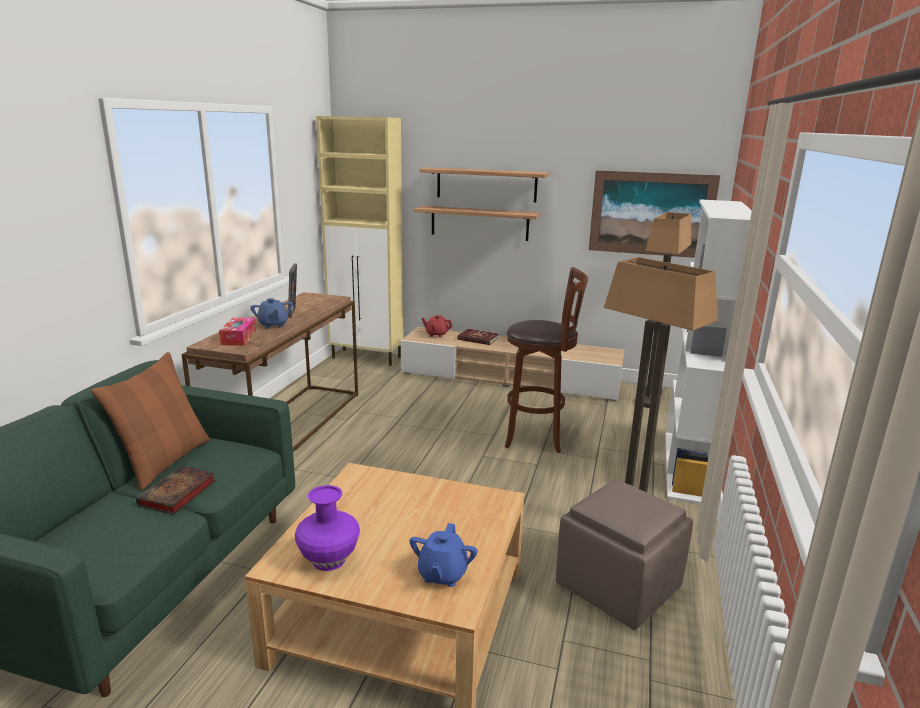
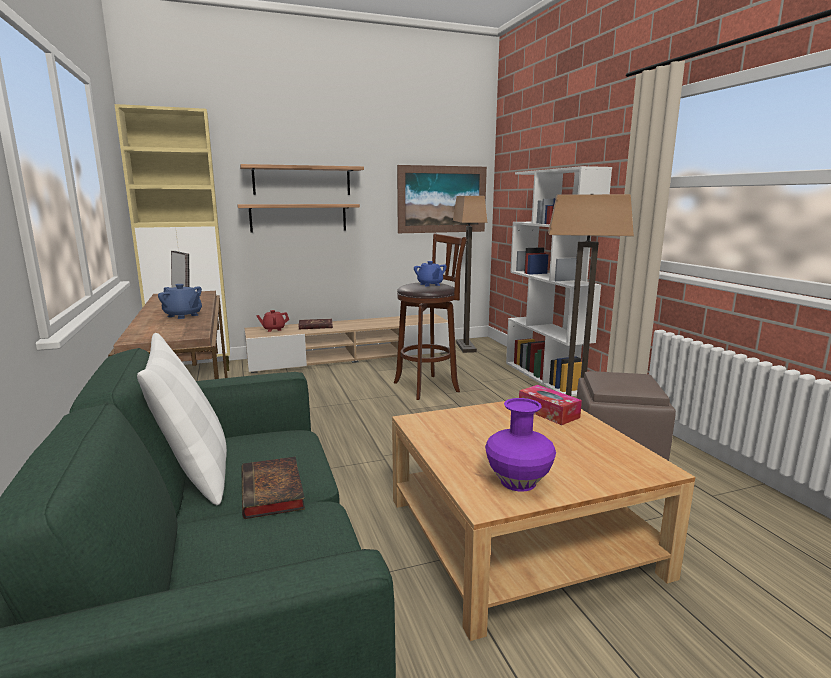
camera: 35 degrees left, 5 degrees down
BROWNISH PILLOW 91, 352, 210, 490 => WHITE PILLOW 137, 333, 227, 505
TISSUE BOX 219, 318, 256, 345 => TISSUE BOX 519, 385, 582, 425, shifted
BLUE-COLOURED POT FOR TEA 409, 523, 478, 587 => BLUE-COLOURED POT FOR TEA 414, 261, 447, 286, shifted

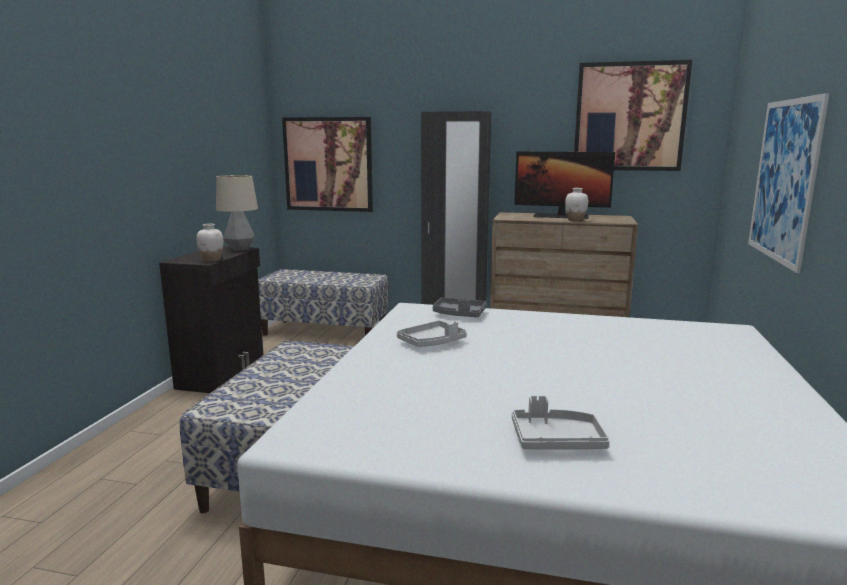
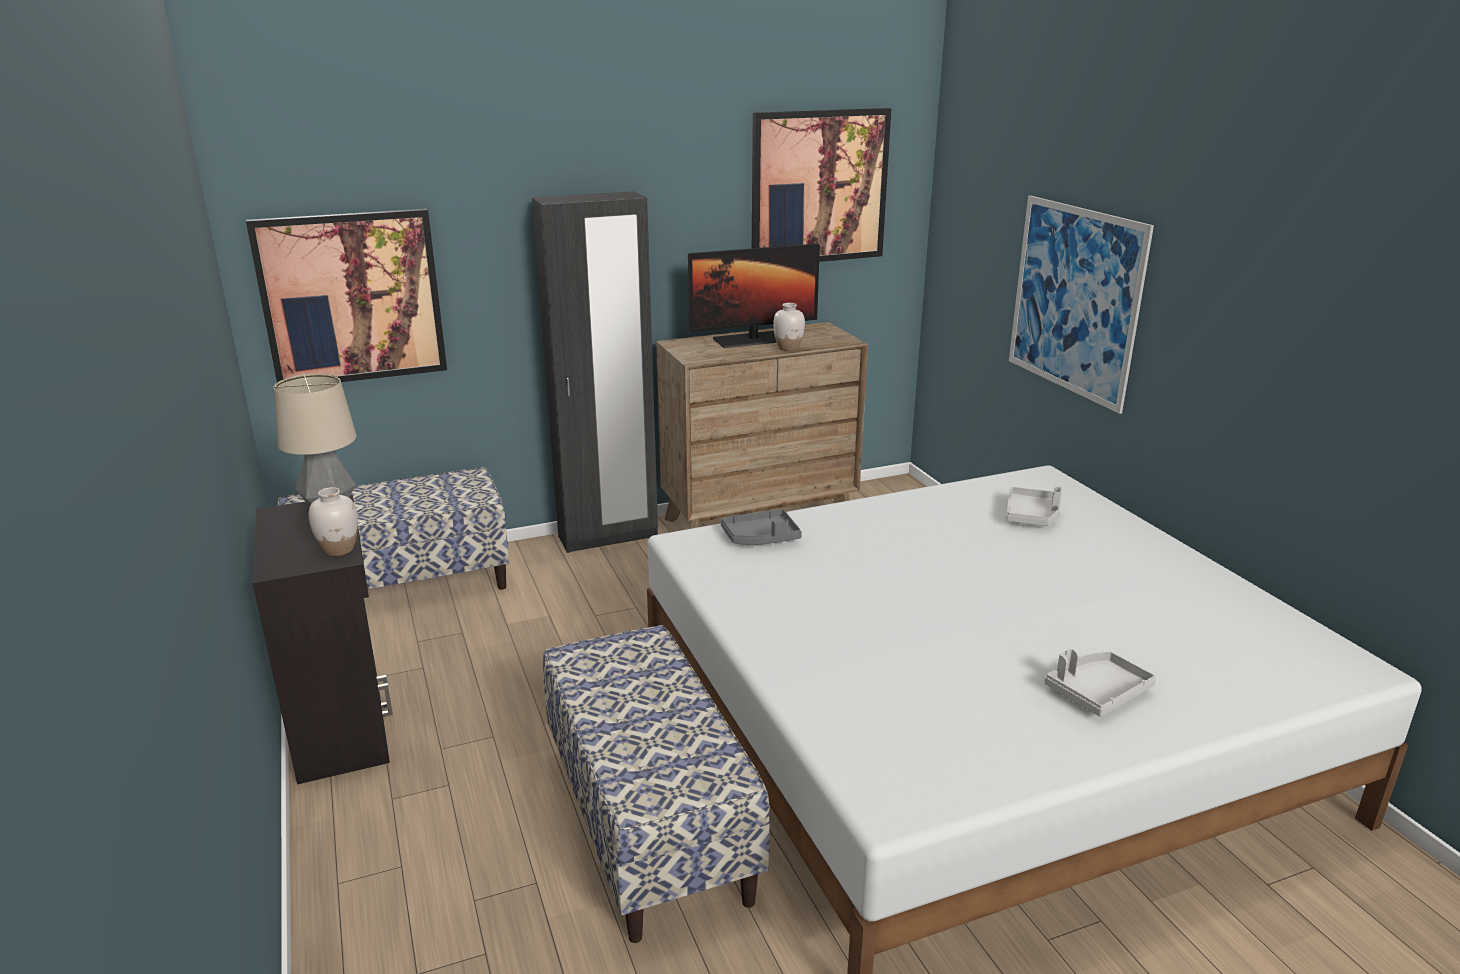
camera: 35 degrees left, 10 degrees up
GREY SERVING TRAY 397, 320, 467, 347 => GREY SERVING TRAY 1006, 486, 1062, 526, shifted

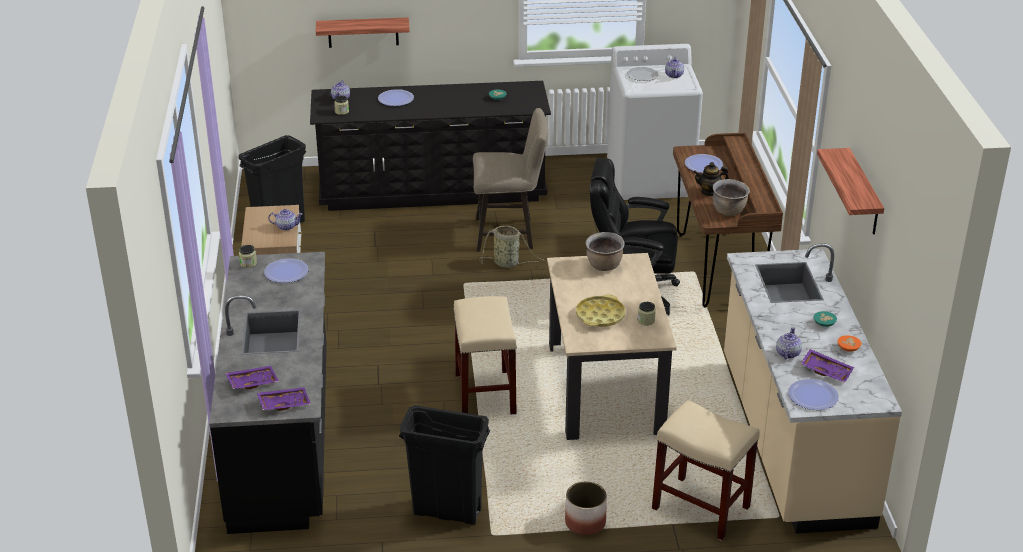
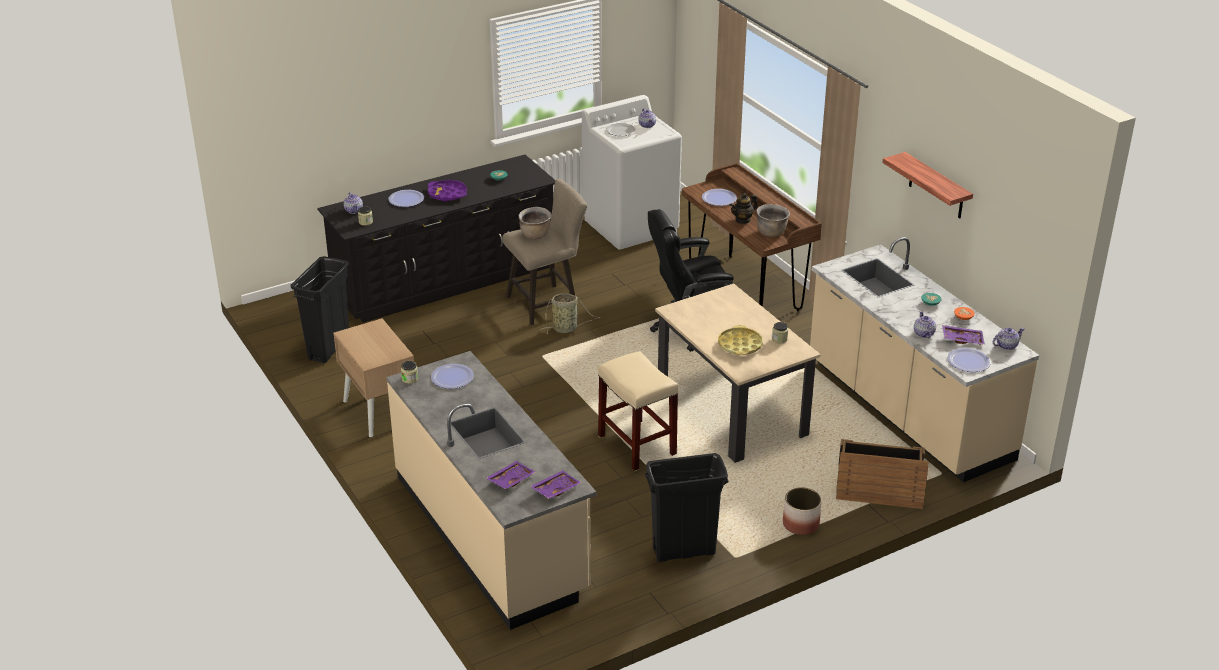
camera: 25 degrees left, 0 degrees up
BLACK-COLOURED KITCHEN BASE UNIT 209, 252, 327, 534 => BEIGE KITCHEN BASE UNIT 386, 351, 597, 630
POT FOR TEA 268, 209, 303, 231 => POT FOR TEA 993, 328, 1024, 350, shifted
BRACKET SHELF 316, 17, 410, 48 => nothing
BROWNISH SAUCEPOT 585, 232, 624, 271 => BROWNISH SAUCEPOT 518, 207, 551, 240, shifted
BEIGE STOOL 652, 400, 760, 541 => SHIPPING CRATE 836, 439, 929, 509
nothing => PURPLISH SERVING TRAY 428, 180, 467, 202

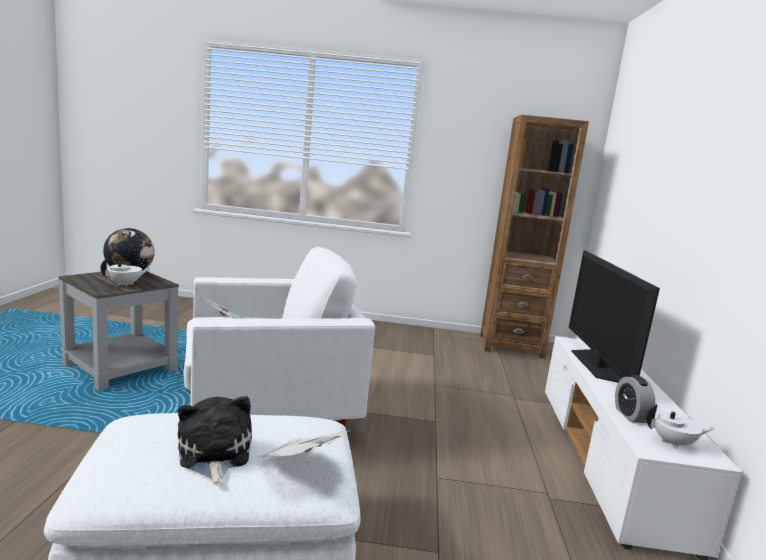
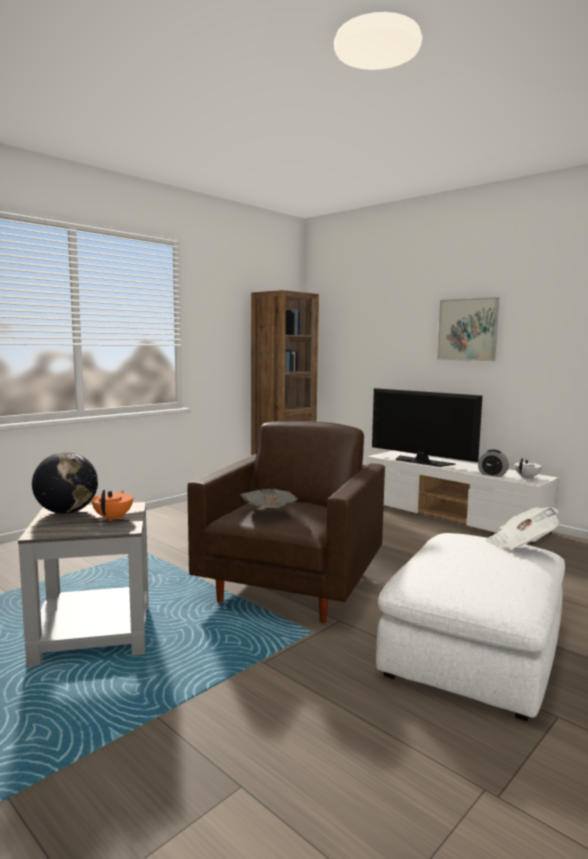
camera: 50 degrees left, 5 degrees down
WHITE POT FOR TEA 100, 259, 150, 287 => ORANGE POT FOR TEA 92, 490, 133, 522
SOFT TOY 178, 396, 252, 486 => nothing
WHITE LOUNGE CHAIR 184, 247, 375, 426 => BROWNISH LOUNGE CHAIR 188, 421, 385, 623
nothing => PICTURE 437, 297, 499, 361

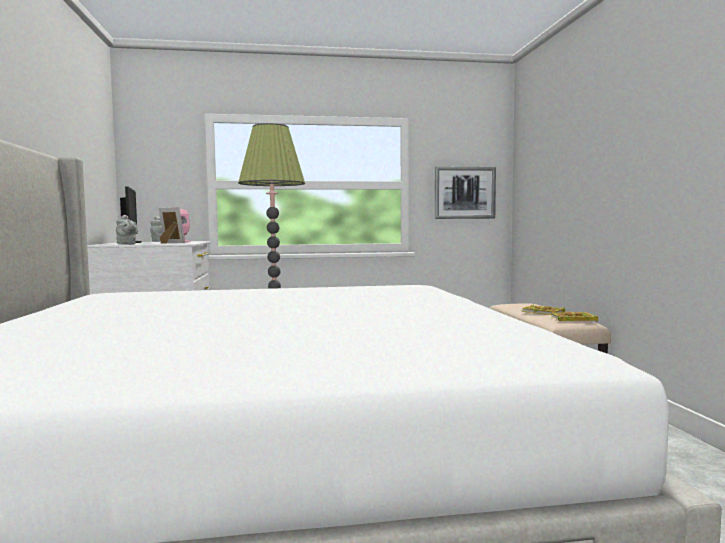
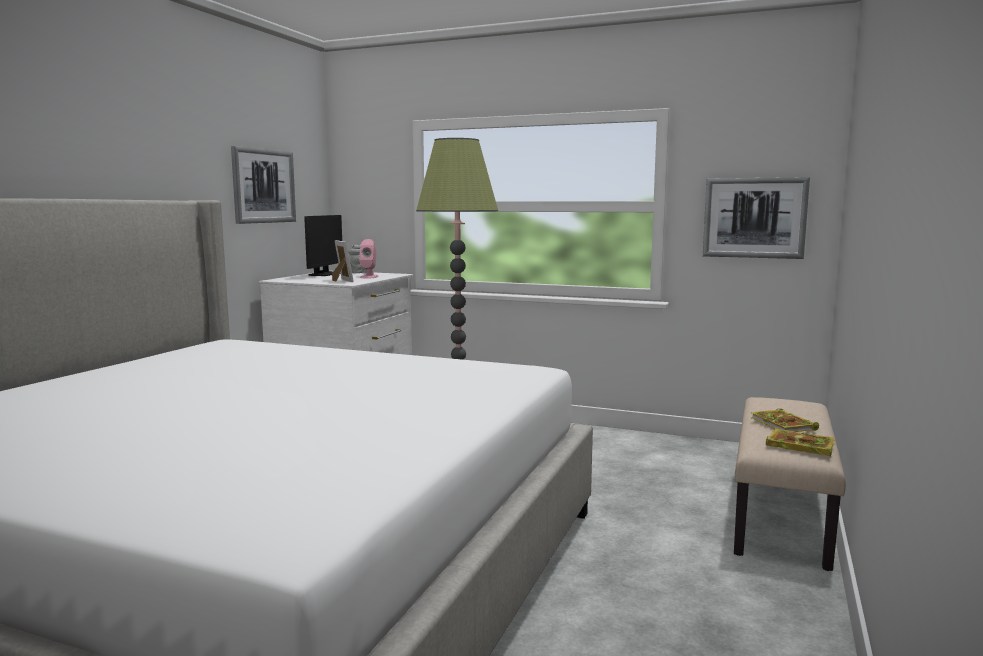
camera: 30 degrees right, 5 degrees up
GREY POT FOR TEA 116, 215, 138, 244 => nothing
nothing => PICTURE 231, 146, 296, 224

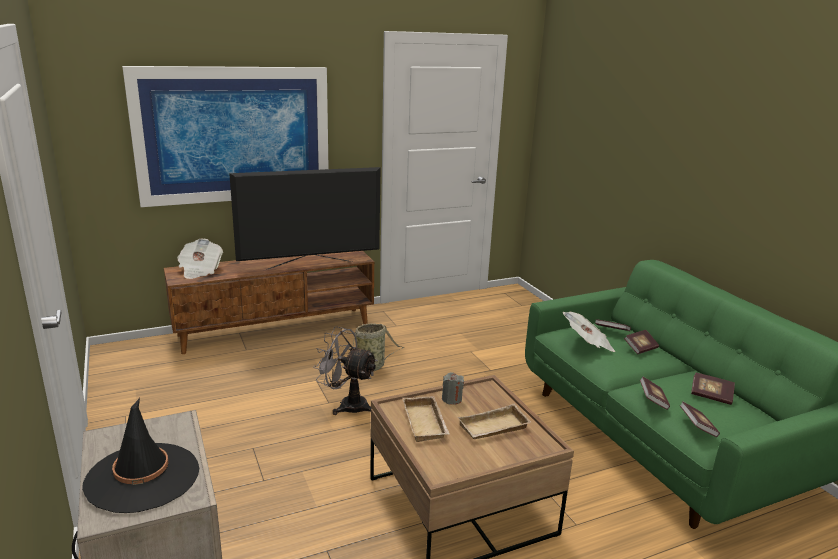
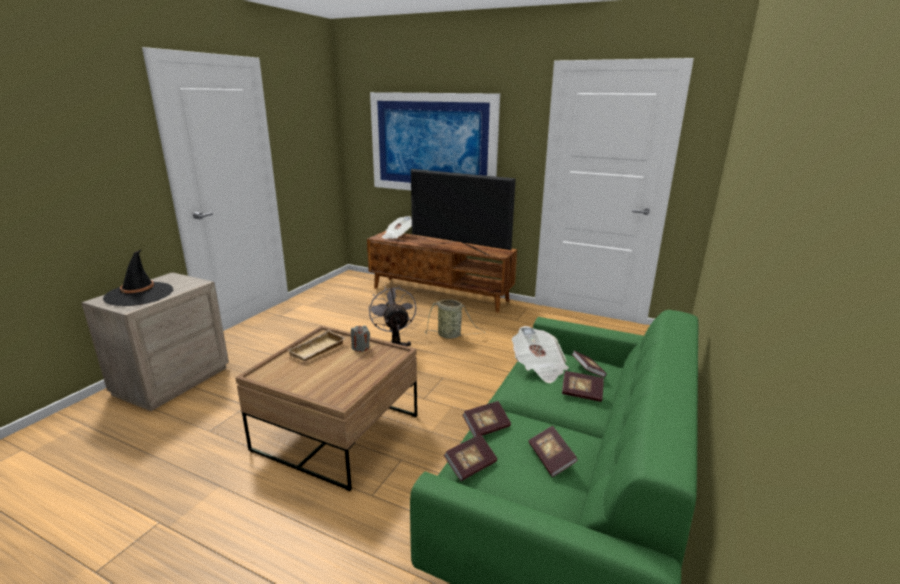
camera: 50 degrees right, 0 degrees up
BEIGE SERVING TRAY 457, 404, 531, 439 => nothing

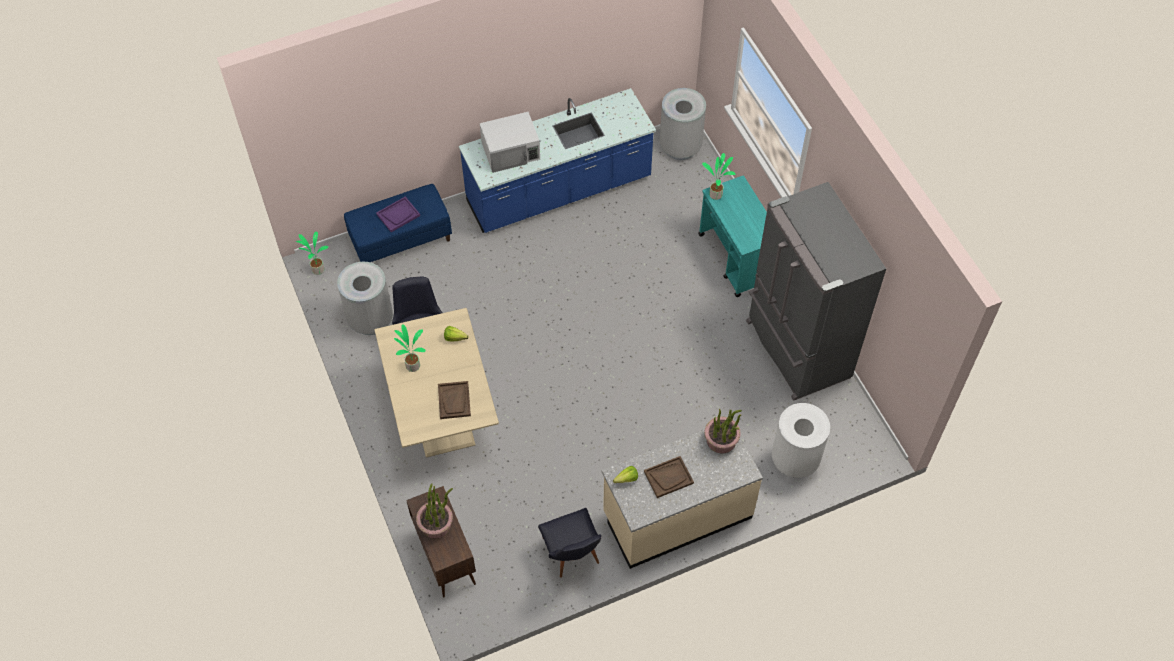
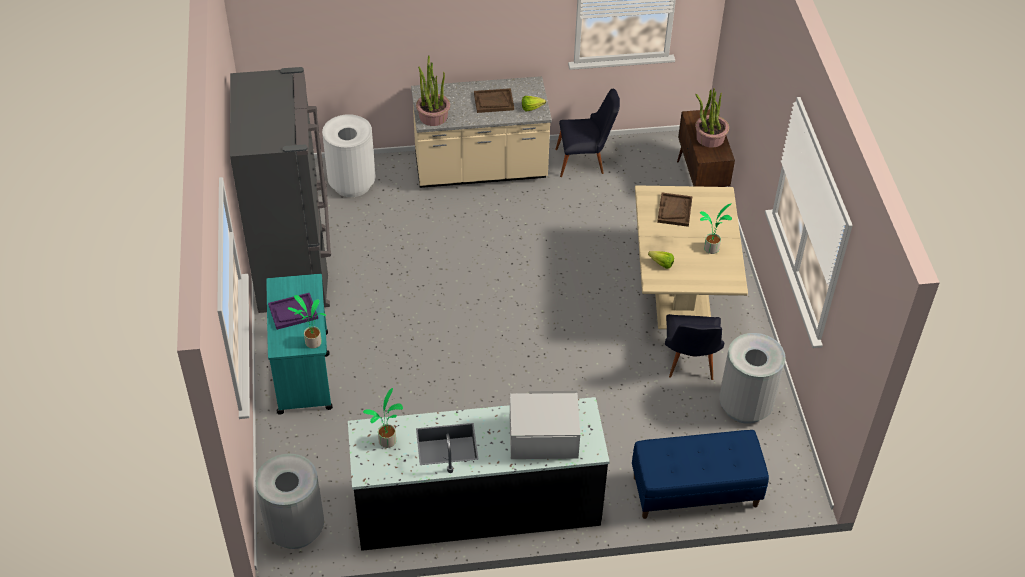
camera: 165 degrees left, 10 degrees down
POTTED PLANT 296, 232, 329, 275 => POTTED PLANT 363, 388, 403, 448, shifted
PURPLISH SERVING TRAY 376, 196, 420, 232 => PURPLISH SERVING TRAY 268, 293, 318, 330, shifted
BLUE-COLOURED KITCHEN BASE UNIT 459, 88, 656, 233 => BLACK-COLOURED KITCHEN BASE UNIT 348, 397, 610, 551
BLACK-COLOURED CHAIR 538, 508, 601, 578 => BLACK-COLOURED CHAIR 555, 89, 620, 177, 90 degrees clockwise

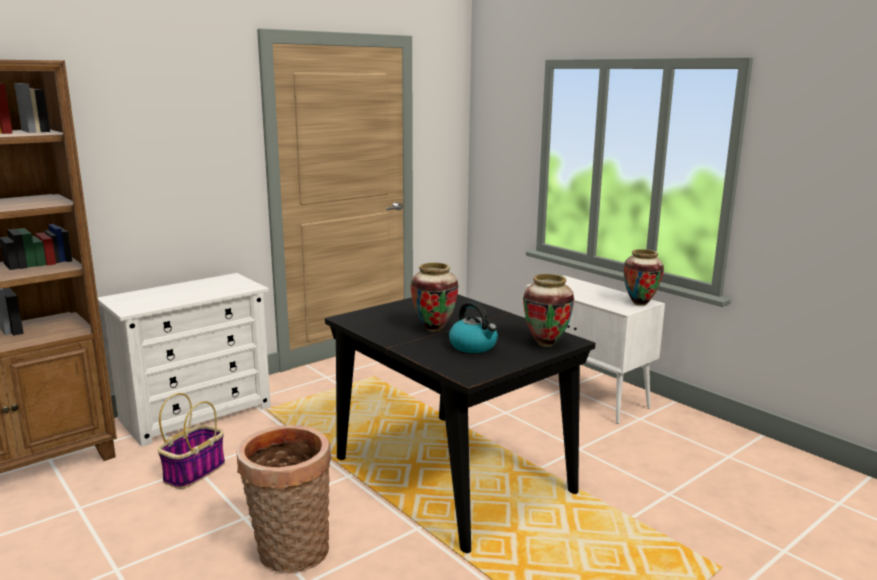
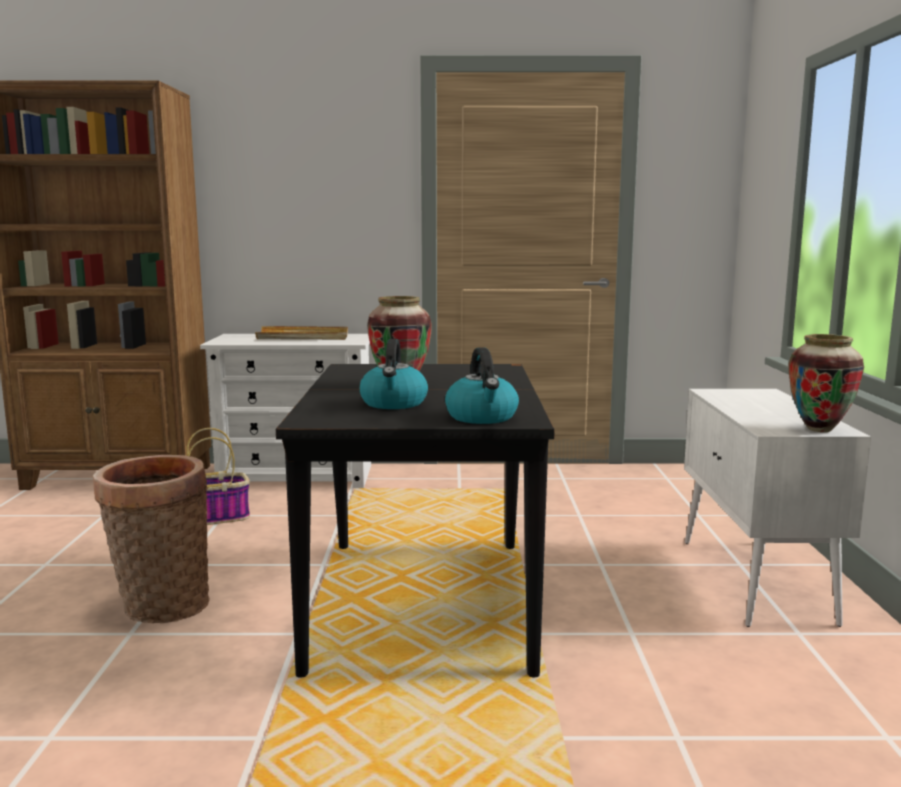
camera: 40 degrees right, 5 degrees down
FLOWER VASE 523, 274, 574, 347 => TEA KETTLE 445, 347, 519, 424
nothing => BEIGE SERVING TRAY 255, 326, 348, 340

